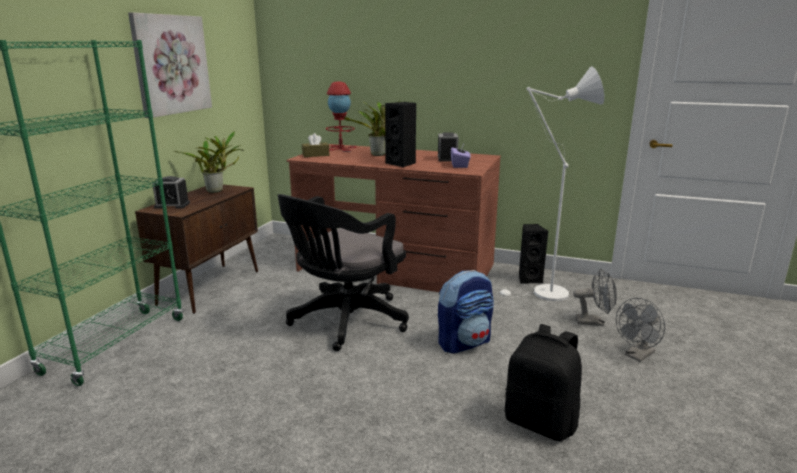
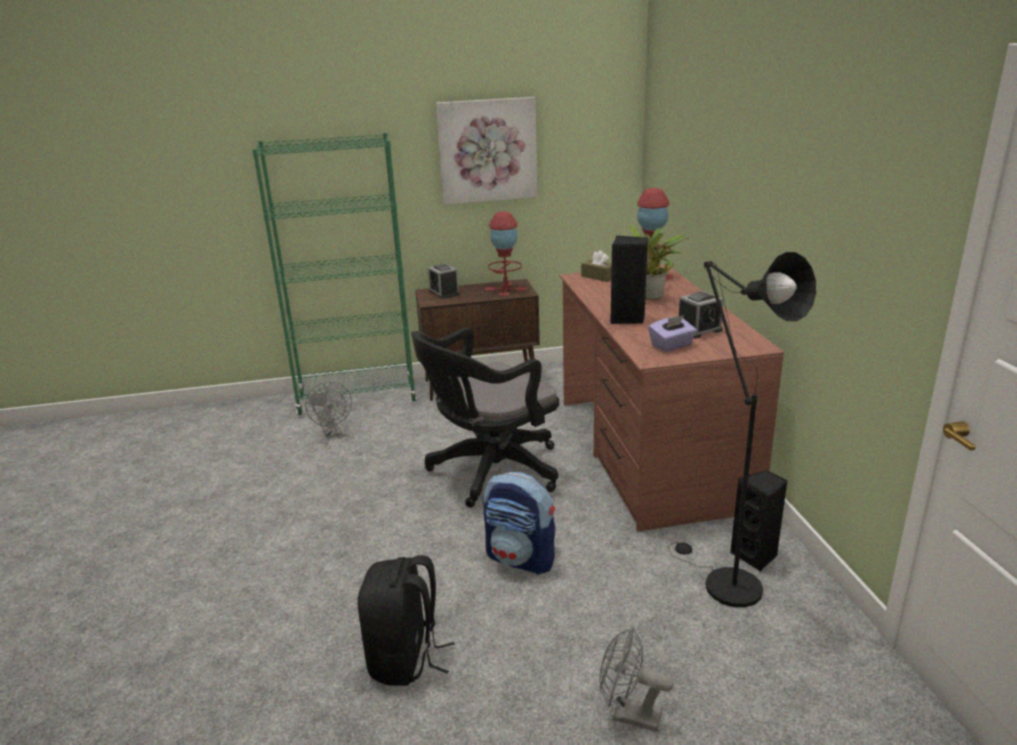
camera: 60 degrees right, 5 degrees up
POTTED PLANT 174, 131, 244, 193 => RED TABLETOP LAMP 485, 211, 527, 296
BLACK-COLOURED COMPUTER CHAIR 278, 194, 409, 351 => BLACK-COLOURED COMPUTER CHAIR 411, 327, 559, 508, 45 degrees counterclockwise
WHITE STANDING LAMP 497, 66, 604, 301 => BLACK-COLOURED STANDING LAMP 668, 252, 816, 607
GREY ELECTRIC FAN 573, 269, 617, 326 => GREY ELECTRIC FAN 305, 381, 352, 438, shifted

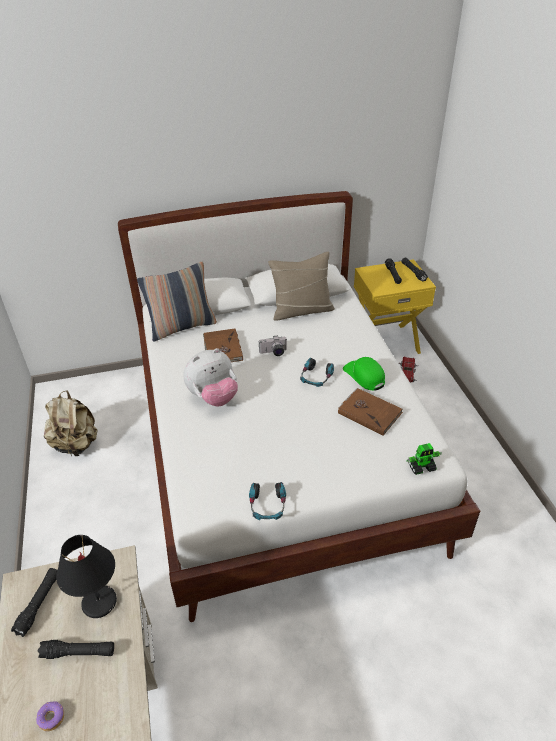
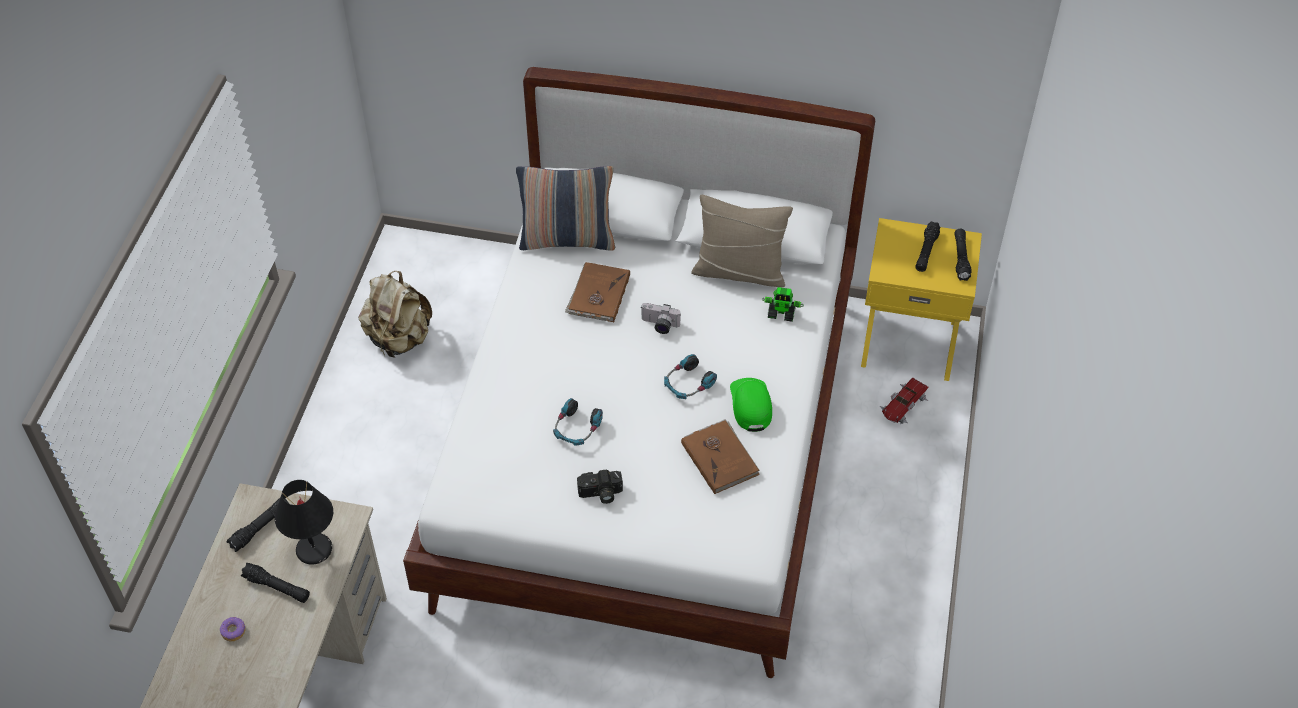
camera: 25 degrees right, 10 degrees up
SOFT TOY 183, 348, 238, 406 => nothing
HEADPHONES 249, 482, 286, 520 => HEADPHONES 553, 398, 603, 446, shifted
TOY ROBOT 407, 443, 442, 475 => TOY ROBOT 762, 287, 804, 322, shifted
nothing => STILL CAMERA 577, 469, 623, 504

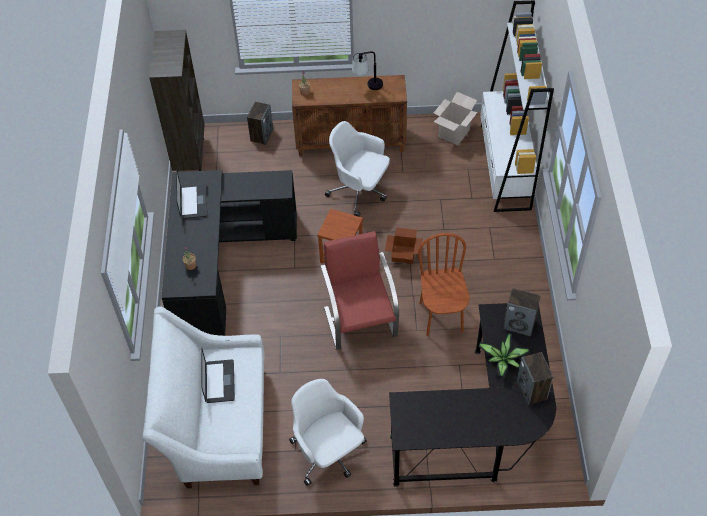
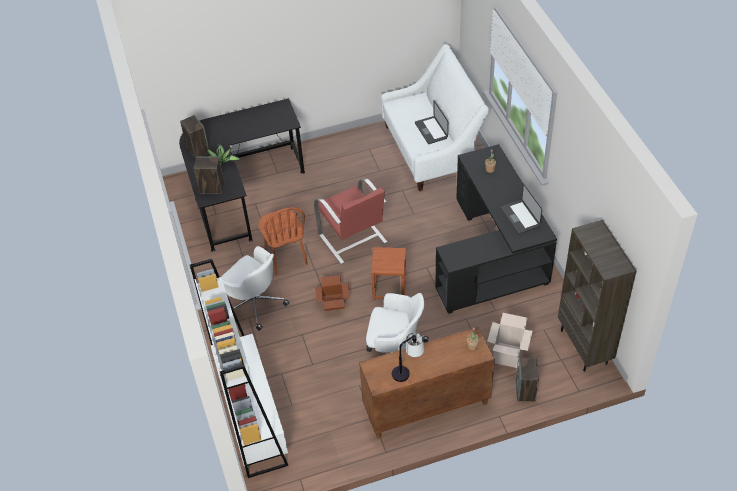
camera: 165 degrees right, 5 degrees down
WHITE COMPUTER CHAIR 289, 379, 367, 486 => WHITE COMPUTER CHAIR 222, 246, 289, 331, shifted
PACKING BOX 434, 92, 478, 145 => PACKING BOX 487, 313, 533, 368, shifted

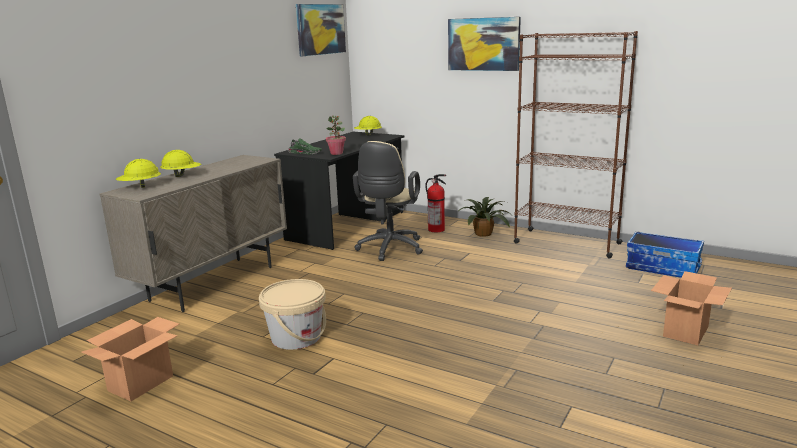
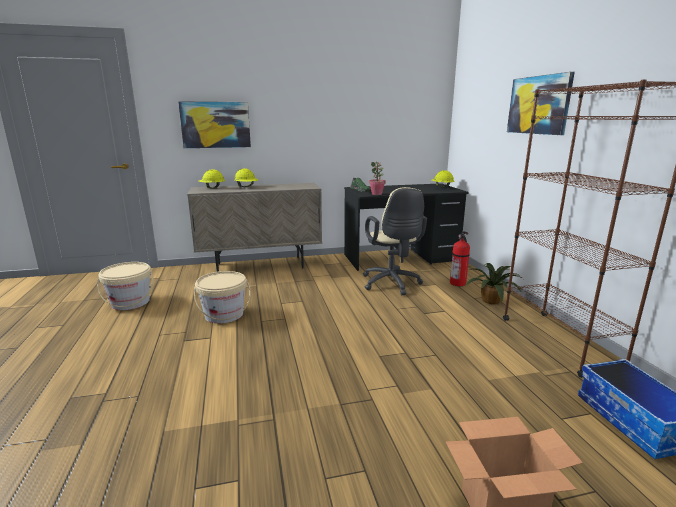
camera: 45 degrees right, 0 degrees up
PACKING BOX 81, 317, 179, 401 => BEIGE PAIL 97, 262, 153, 310
PICTURE 296, 4, 346, 56 => PICTURE 178, 101, 251, 148, shifted
BEIGE COMPUTER CHAIR 353, 141, 423, 261 => BEIGE COMPUTER CHAIR 363, 187, 427, 295, 75 degrees counterclockwise

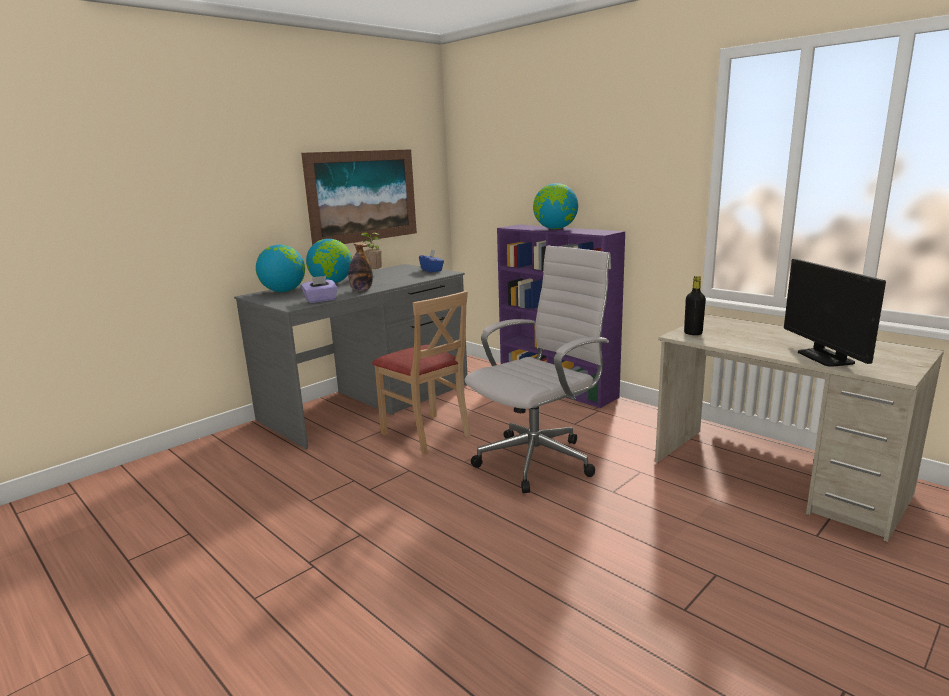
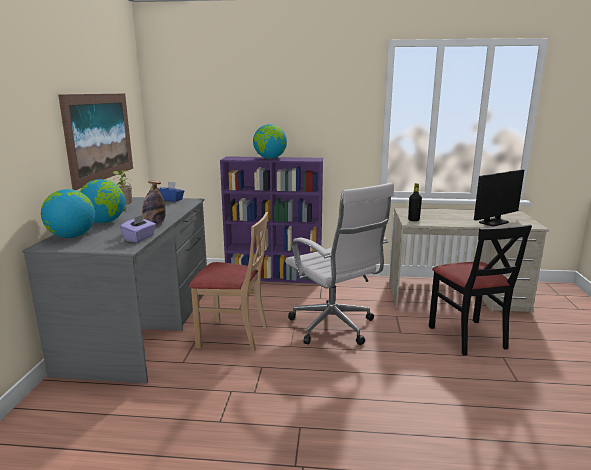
camera: 40 degrees left, 0 degrees up
WHITE COMPUTER CHAIR 465, 246, 611, 493 => WHITE COMPUTER CHAIR 285, 183, 394, 345, 135 degrees clockwise
COMPUTER DISPLAY 784, 259, 886, 366 => COMPUTER DISPLAY 474, 170, 524, 226, 75 degrees counterclockwise
nothing => BLACK-COLOURED CHAIR 429, 225, 532, 356

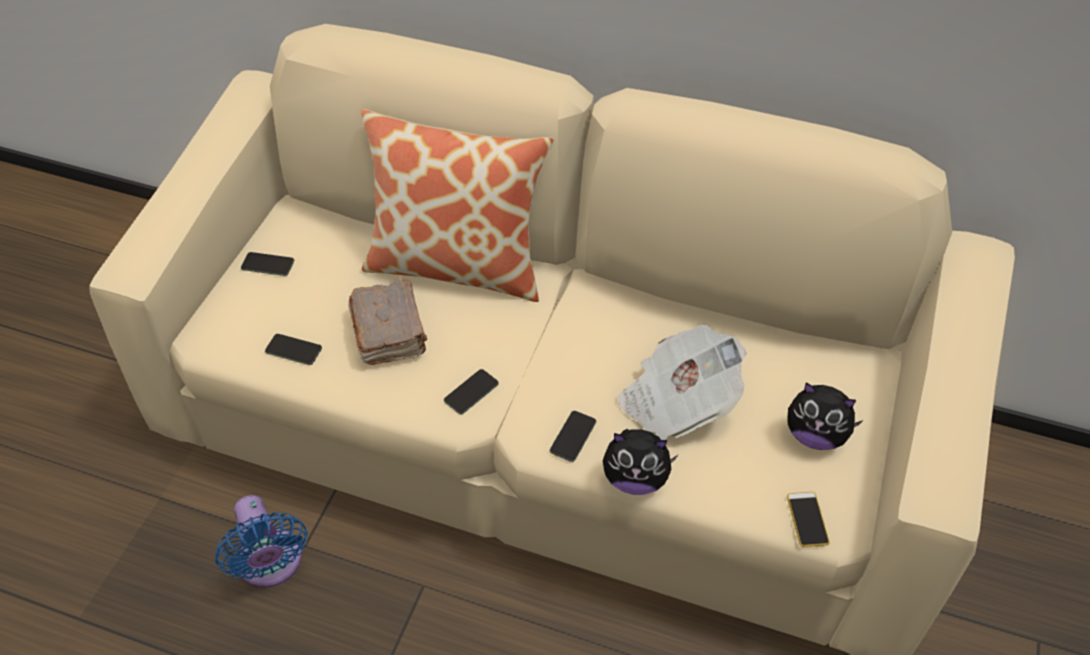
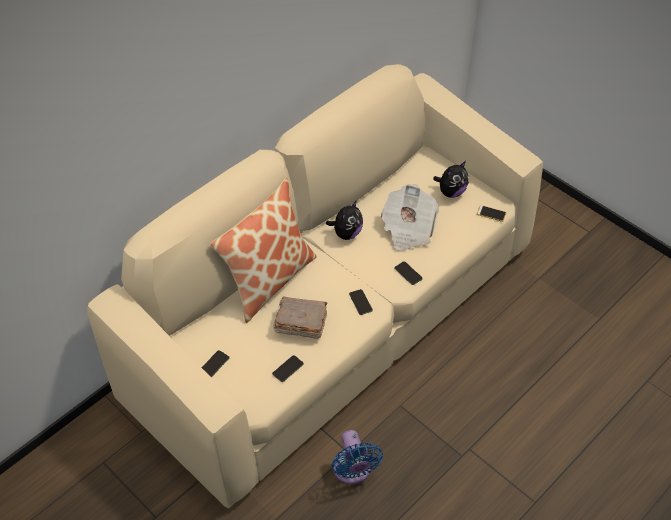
camera: 65 degrees left, 0 degrees up
BLUE-COLOURED ELECTRIC FAN 215, 495, 308, 588 => BLUE-COLOURED ELECTRIC FAN 331, 430, 383, 484, 75 degrees clockwise
SOFT TOY 603, 429, 678, 495 => SOFT TOY 326, 200, 363, 240, shifted

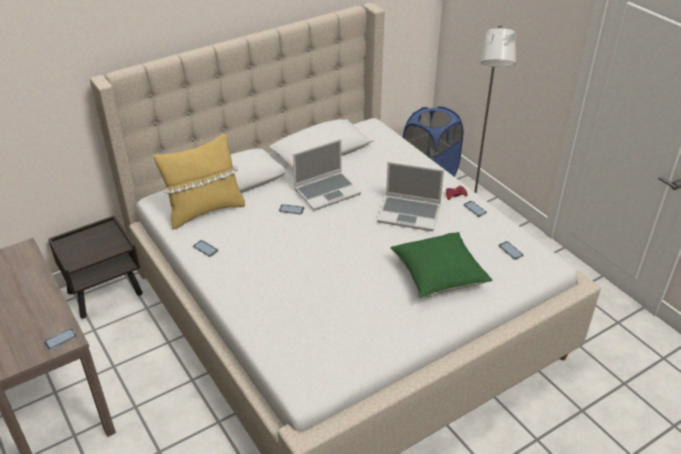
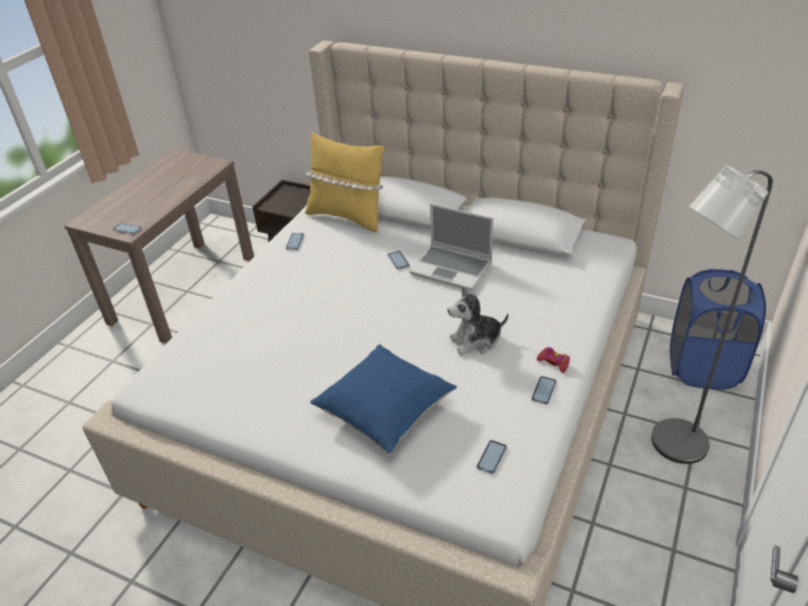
camera: 60 degrees right, 0 degrees up
PORTABLE COMPUTER 377, 162, 444, 231 => SOFT TOY 448, 287, 509, 355
GREEN-COLOURED PILLOW 391, 232, 493, 298 => BLUE-COLOURED PILLOW 310, 344, 457, 454

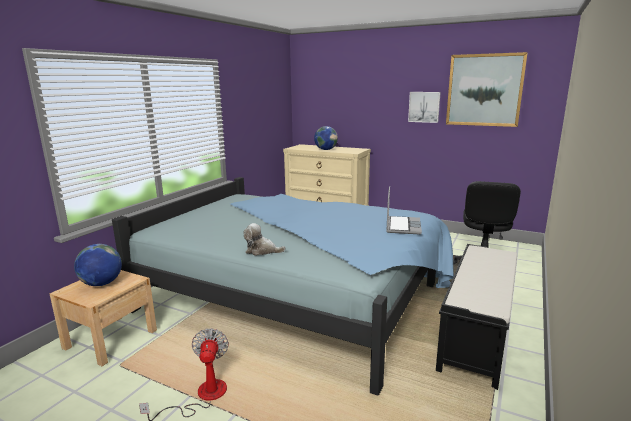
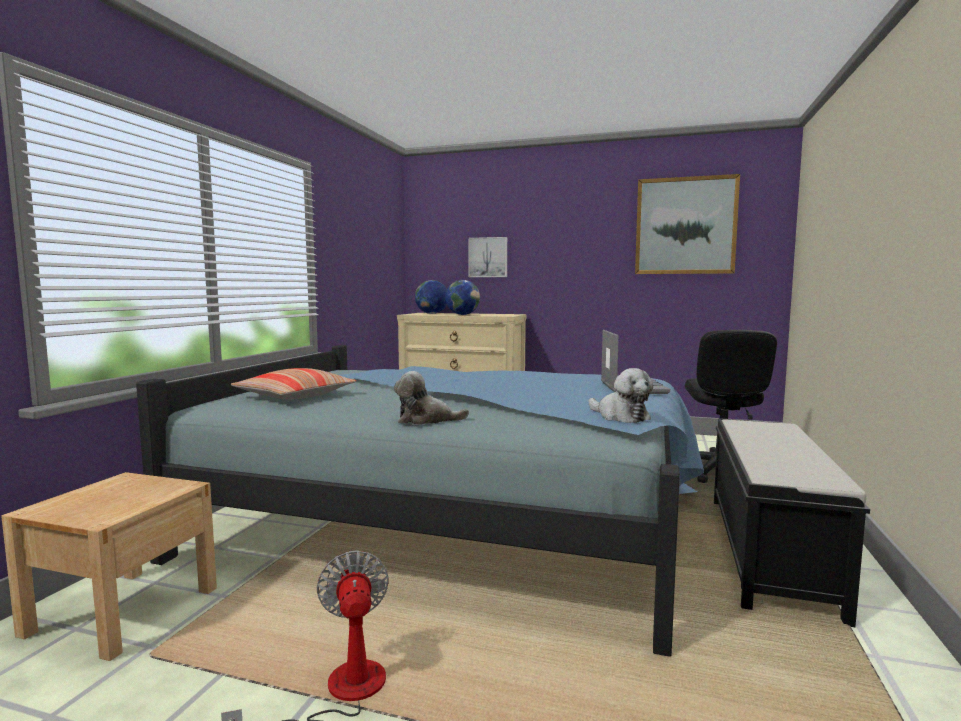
camera: 10 degrees left, 10 degrees down
WORLD GLOBE 74, 244, 122, 286 => WORLD GLOBE 415, 280, 447, 314, shifted
PICTURE 408, 92, 441, 123 => PICTURE 468, 237, 507, 277, shifted
nothing => PILLOW 231, 368, 356, 399
nothing => SOFT TOY 589, 368, 653, 423

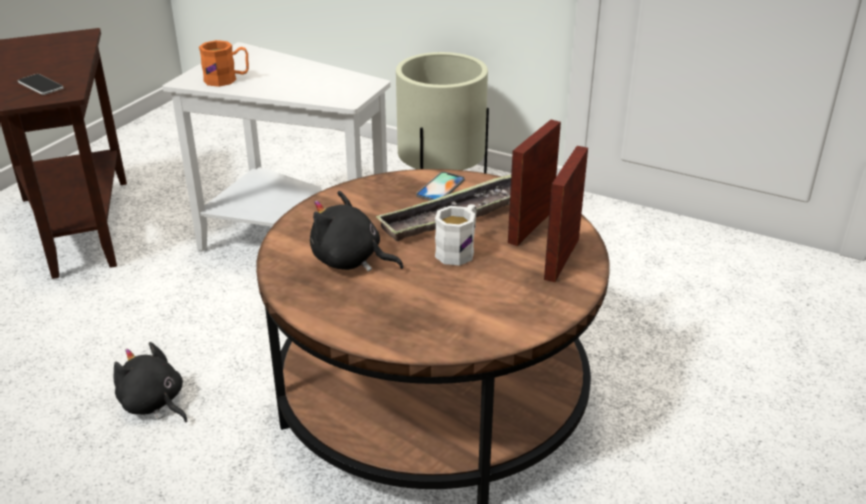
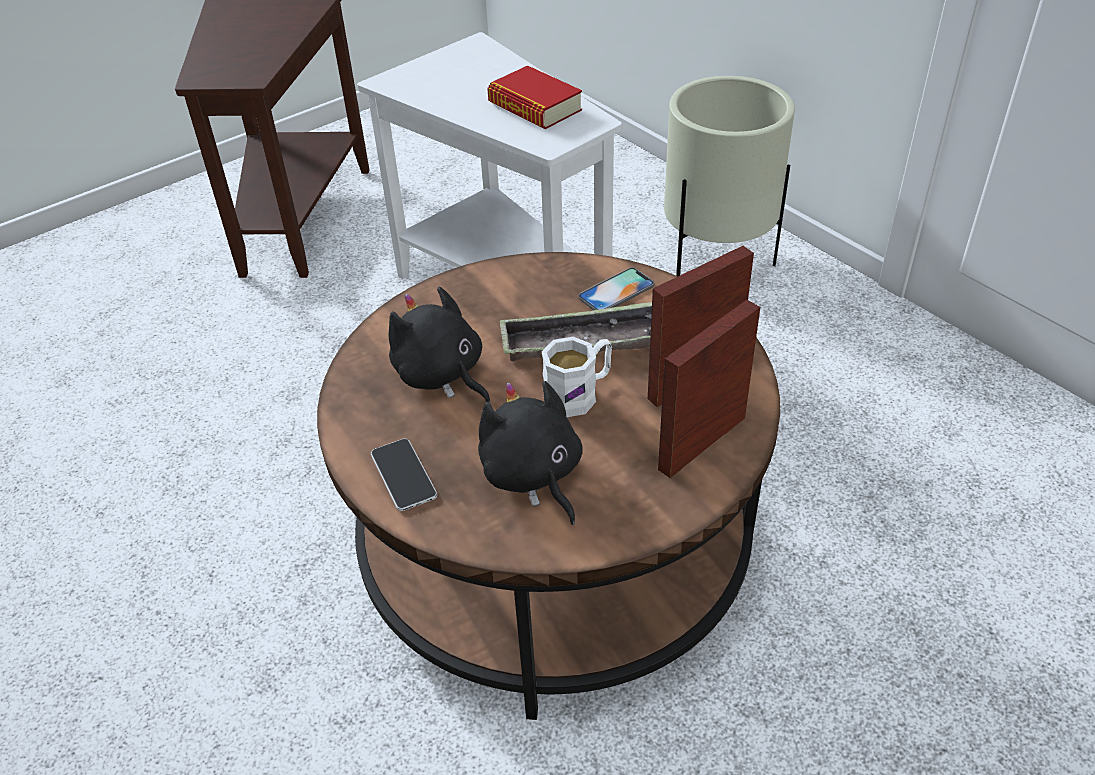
camera: 25 degrees right, 10 degrees up
PHONE 18, 74, 64, 95 => PHONE 371, 439, 437, 511, shifted
BLACK-COLOURED SOFT TOY 114, 342, 188, 422 => BLACK-COLOURED SOFT TOY 478, 381, 583, 525, shifted
ORANGE TEA MUG 199, 40, 249, 87 => nothing
nothing => BOUND BOOK 487, 66, 582, 129

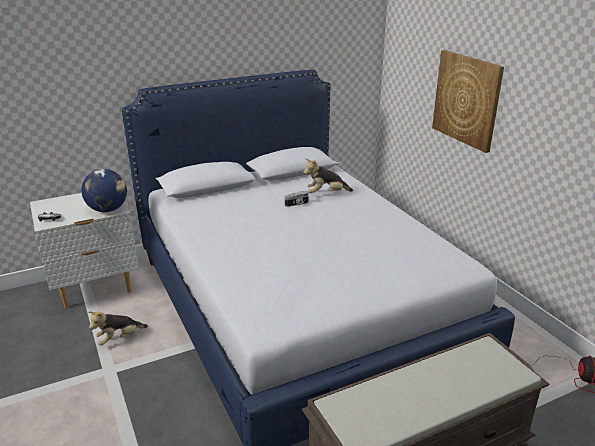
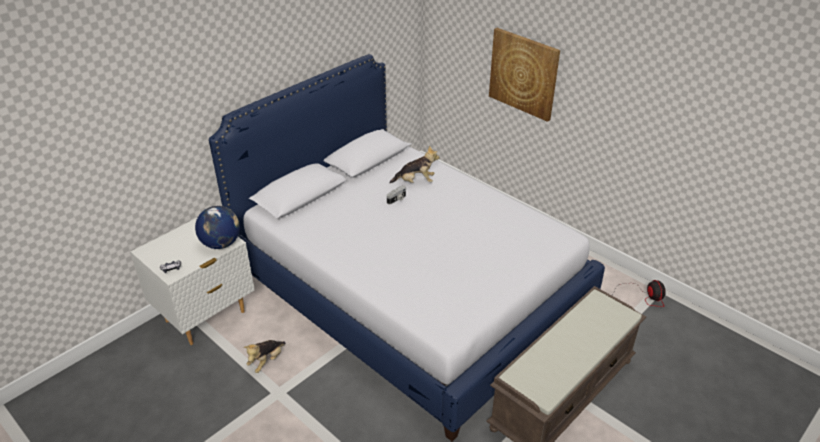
camera: 20 degrees left, 10 degrees up
SOFT TOY 303, 158, 353, 193 => SOFT TOY 390, 145, 439, 183, 150 degrees counterclockwise

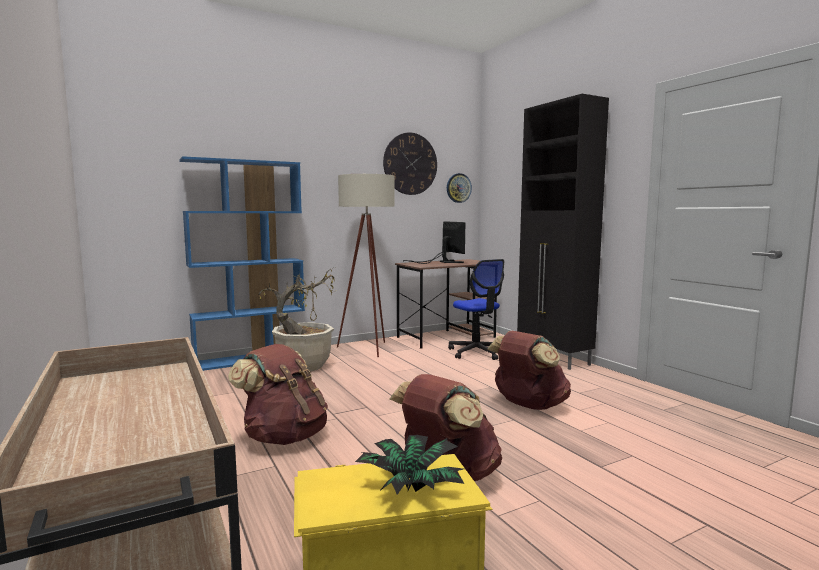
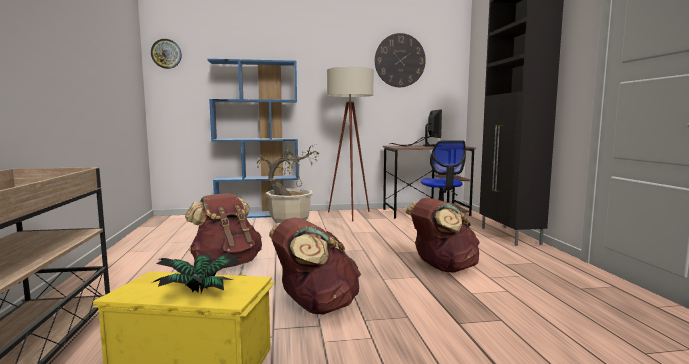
camera: 20 degrees right, 0 degrees up
WALL CLOCK 447, 173, 472, 203 => WALL CLOCK 151, 39, 182, 69, shifted

